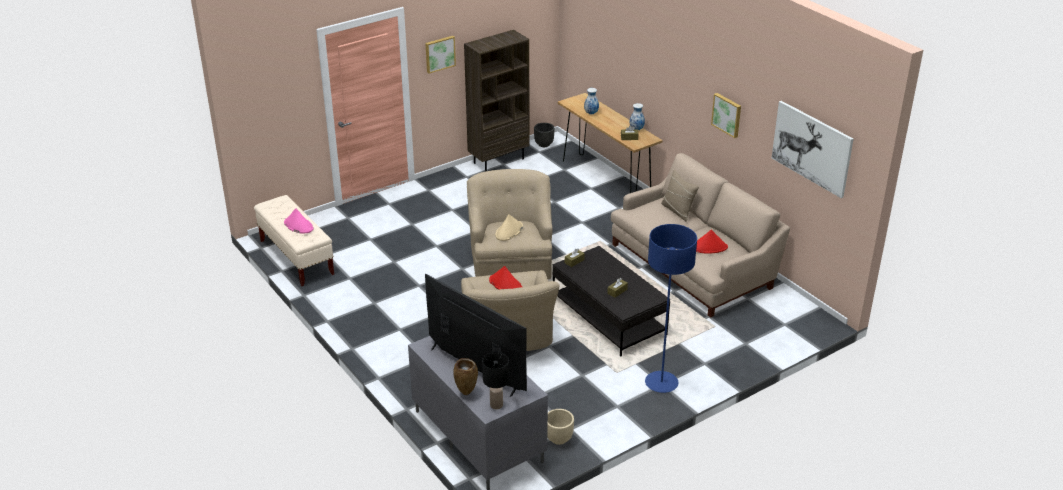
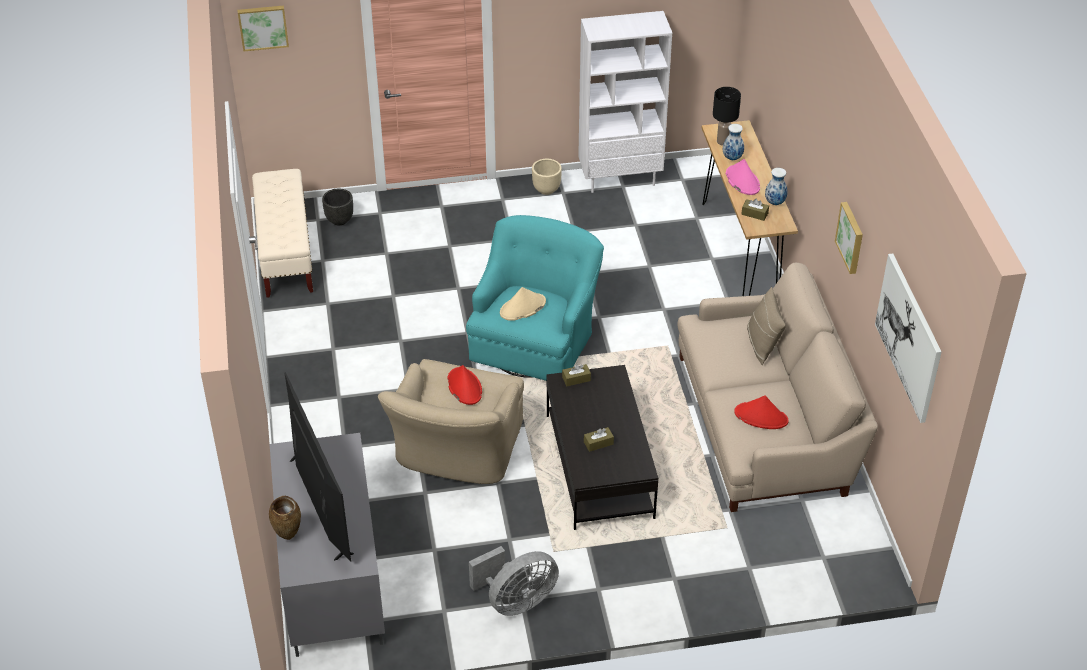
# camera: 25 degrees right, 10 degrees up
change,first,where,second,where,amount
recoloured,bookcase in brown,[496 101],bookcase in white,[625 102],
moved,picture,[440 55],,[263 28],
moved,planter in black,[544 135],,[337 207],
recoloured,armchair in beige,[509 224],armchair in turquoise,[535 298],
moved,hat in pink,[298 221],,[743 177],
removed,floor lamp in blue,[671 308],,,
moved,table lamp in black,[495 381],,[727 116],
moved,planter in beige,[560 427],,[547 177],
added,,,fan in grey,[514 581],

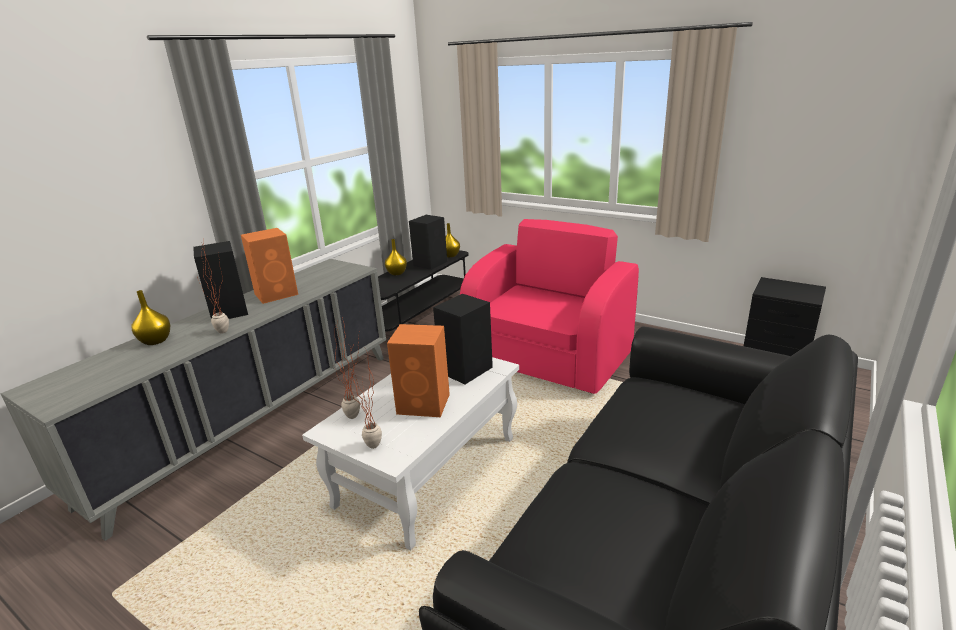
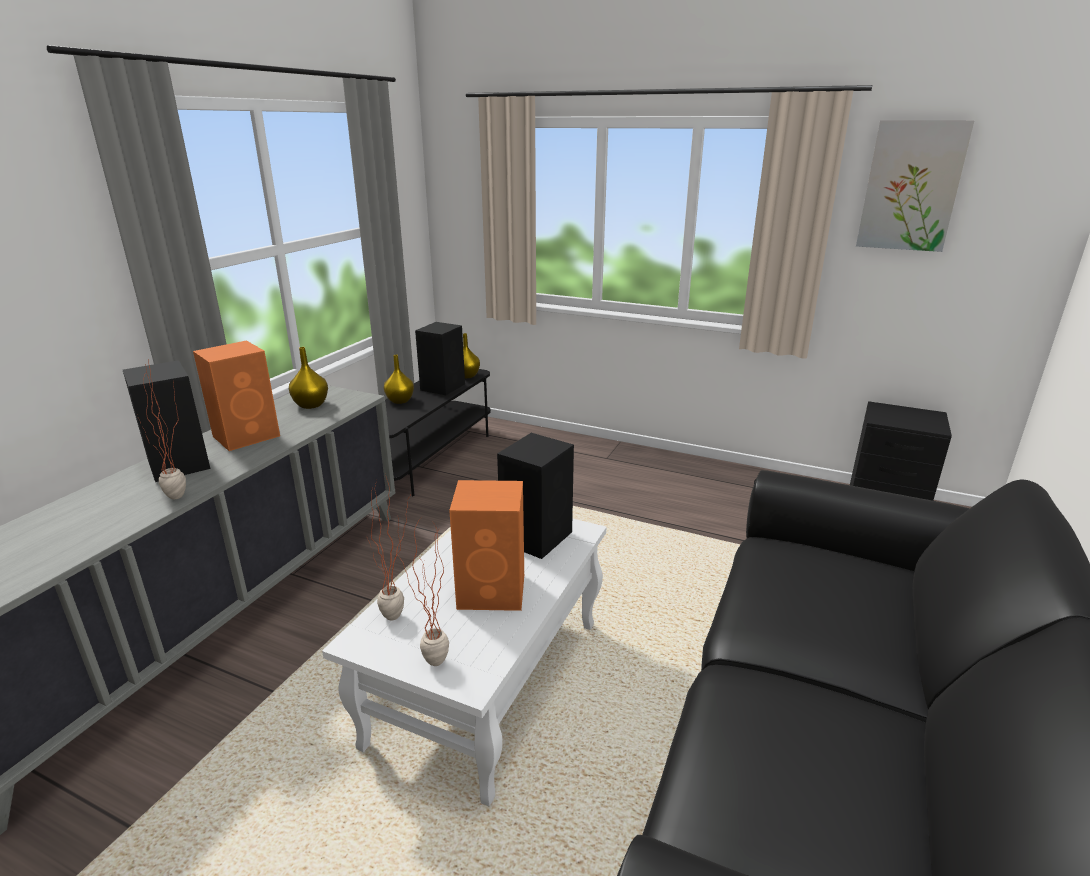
# camera: 10 degrees left, 0 degrees up
change,first,where,second,where,amount
removed,armchair in pink,[549 306],,,
moved,vase in yellow,[150 317],,[308 378],
added,,,picture,[915 186],

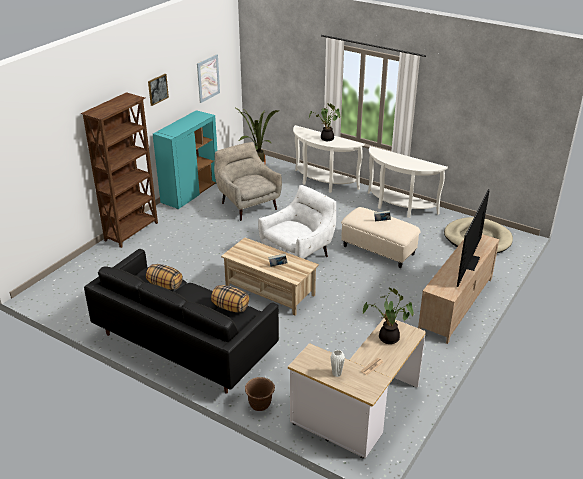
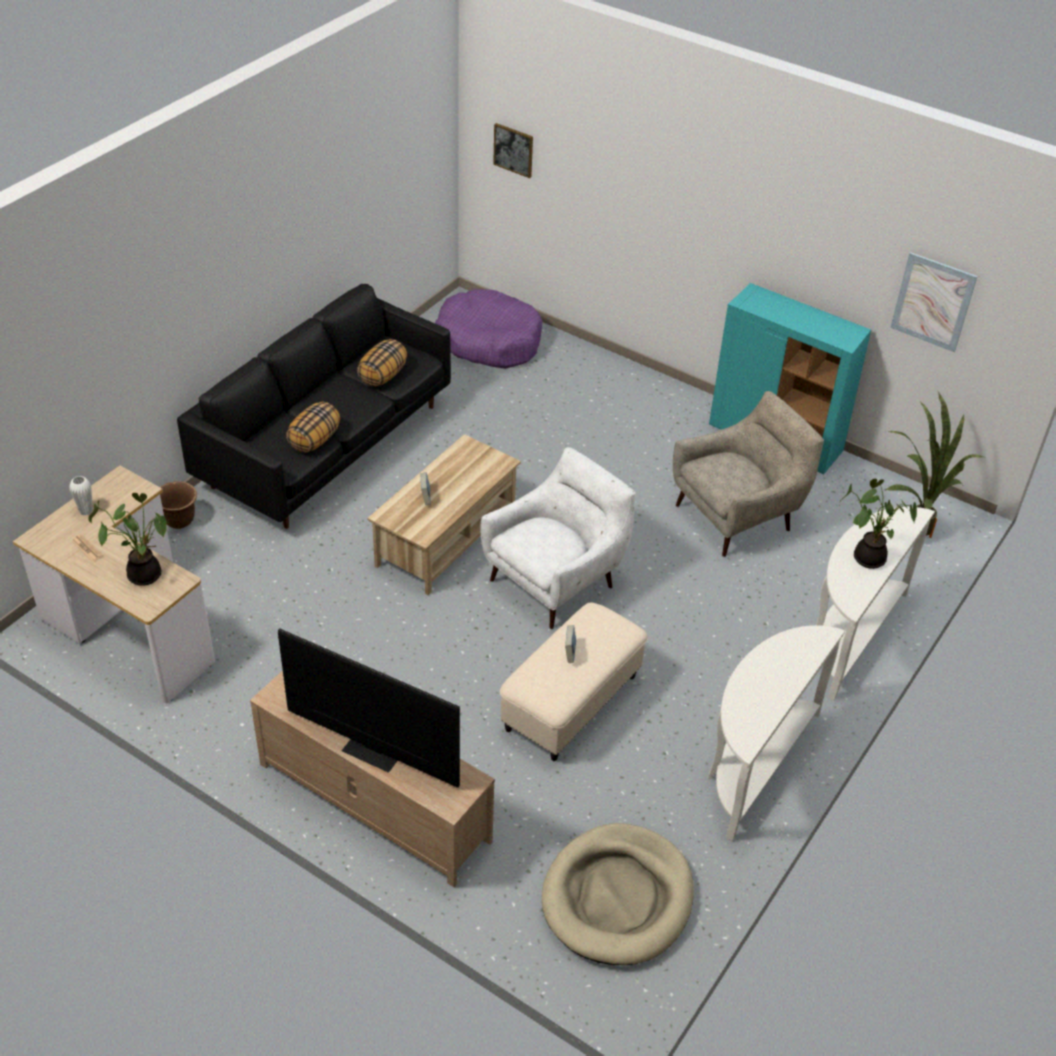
# camera: 90 degrees right, 10 degrees up
change,first,where,second,where,amount
moved,picture,[158 90],,[513 150],
removed,bookcase in brown,[119 170],,,
turned,armchair in white,[297 222],,[557 538],90 degrees counterclockwise
added,,,dog bed in purple,[489 329],

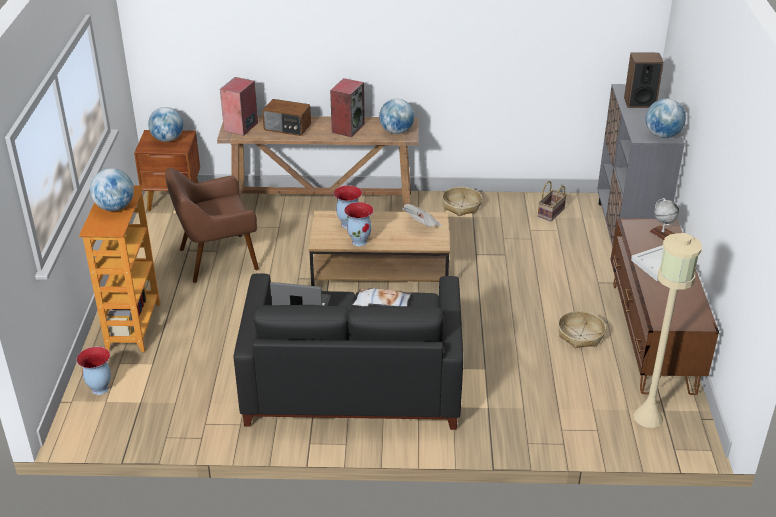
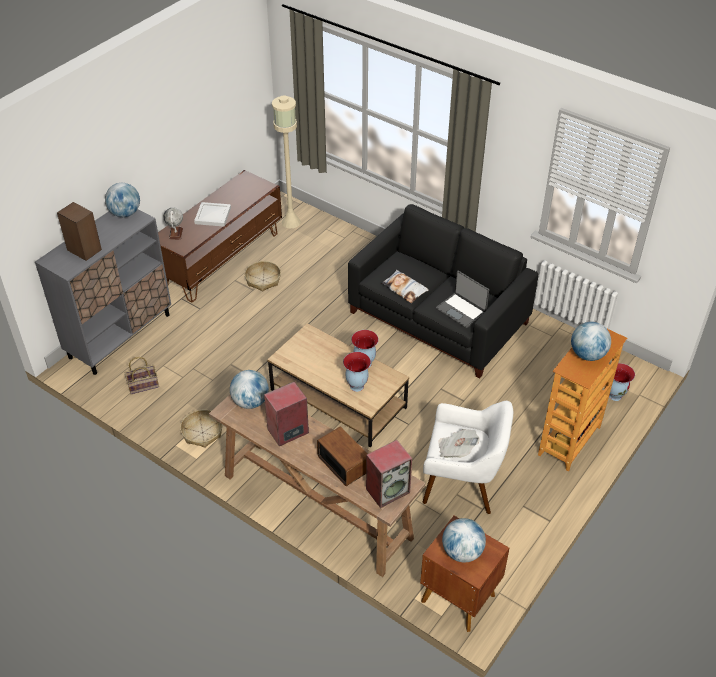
# camera: 145 degrees left, 10 degrees up
change,first,where,second,where,amount
recoloured,armchair in brown,[212 225],armchair in white,[467 457],
moved,newspaper,[422 215],,[459 443],

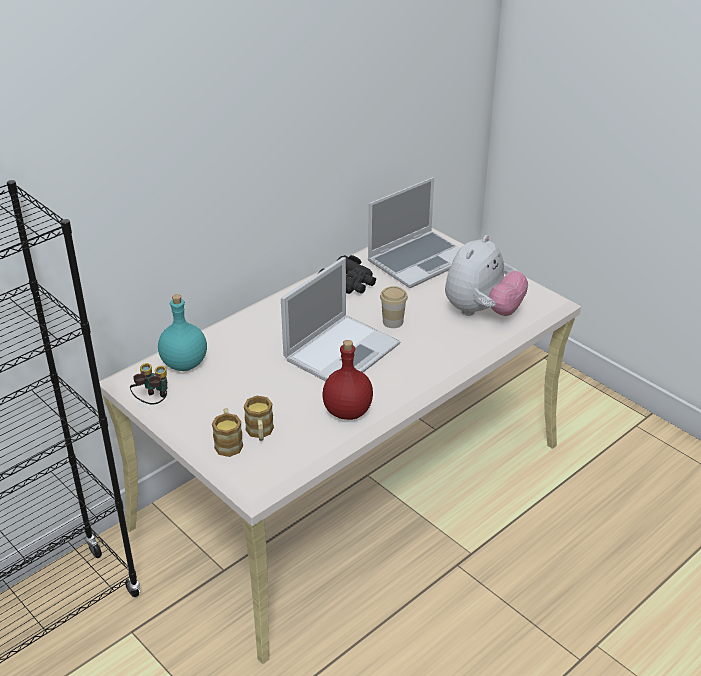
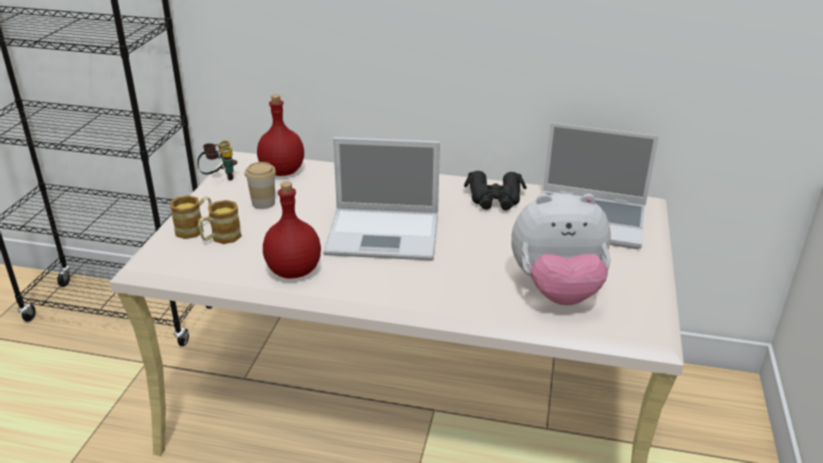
# camera: 55 degrees right, 5 degrees down
change,first,where,second,where,amount
moved,cup,[394 307],,[260 185],
recoloured,bottle in turquoise,[182 332],bottle in red,[280 135],

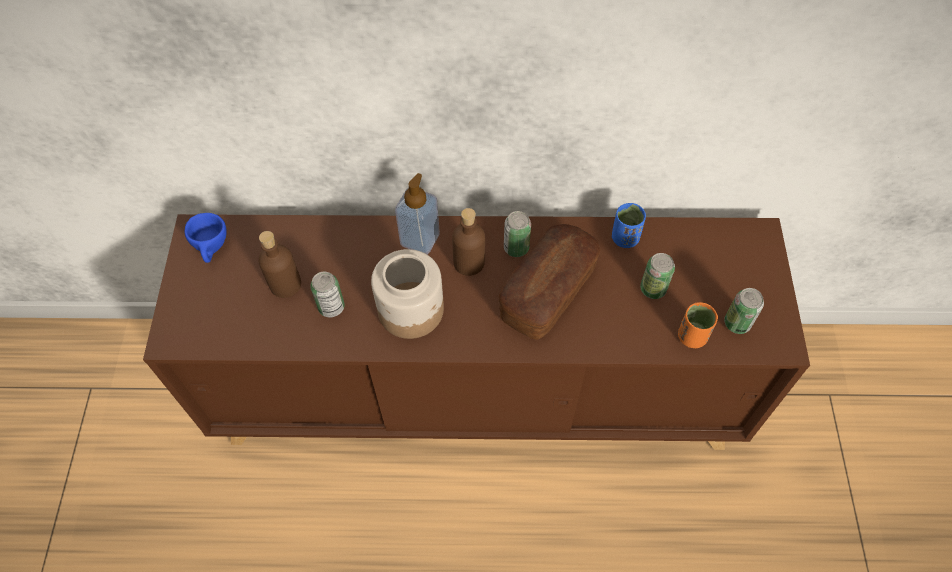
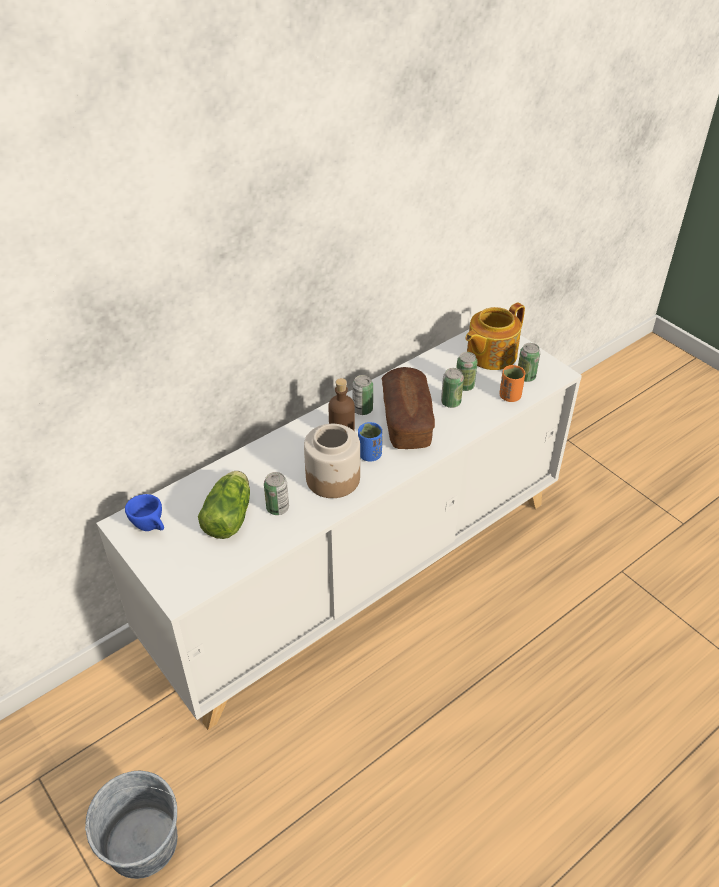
# camera: 40 degrees left, 15 degrees down
change,first,where,second,where,amount
removed,soap dispenser,[417 213],,,
moved,cup in blue,[629 225],,[370 442],
recoloured,cabinet in brown,[476 332],cabinet in white,[339 529],
replaced,bottle in brown,[279 264],lettuce,[224 505],
added,,,teapot,[495 336],
added,,,can,[452 388],
added,,,bucket in grey,[131 825],

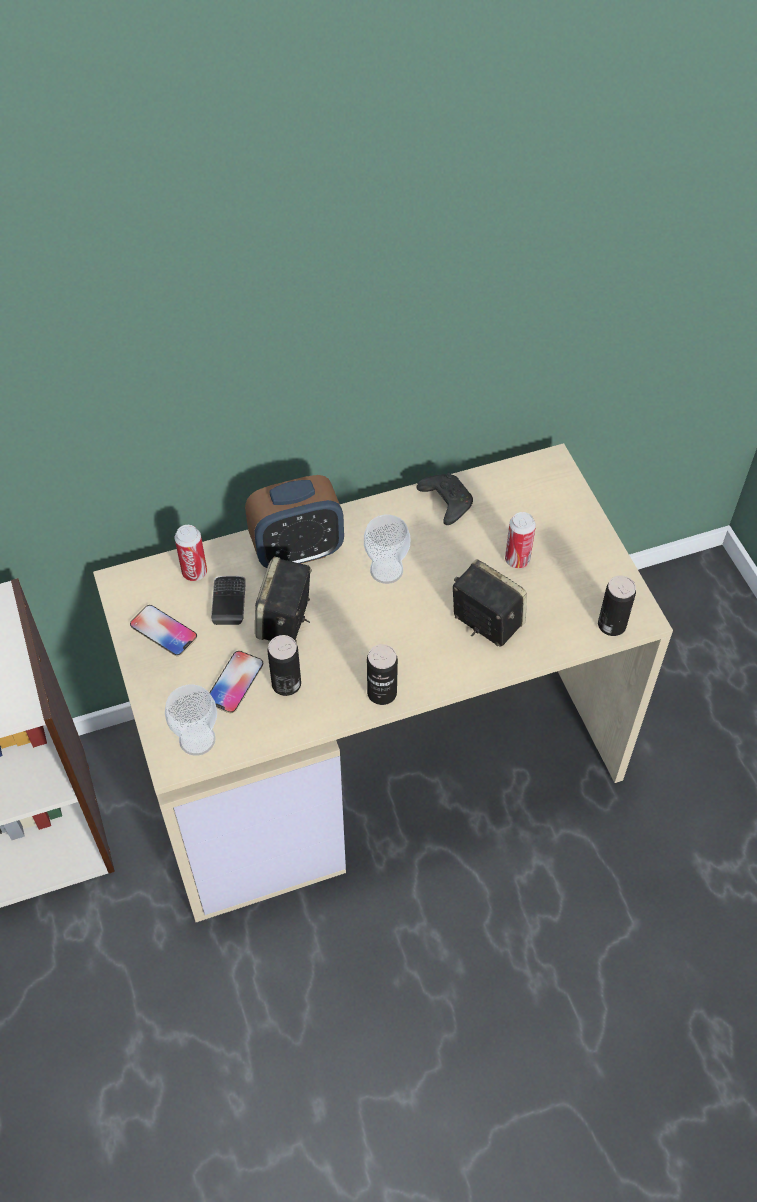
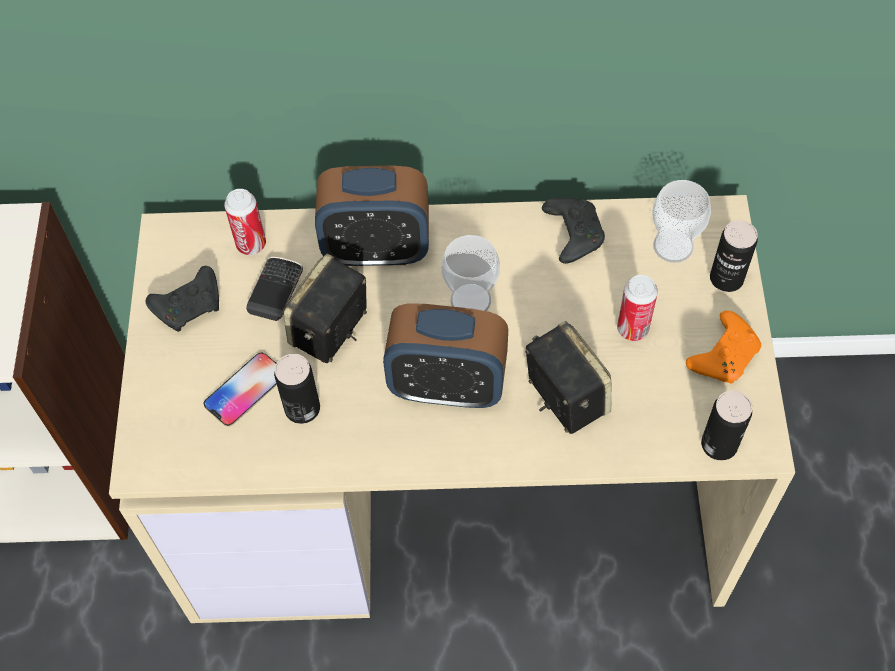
# camera: 20 degrees right, 5 degrees up
change,first,where,second,where,amount
replaced,phone,[163 630],game controller in black,[182 299],
moved,can,[382 674],,[734 256],
moved,cup,[191 720],,[681 221],
added,,,alarm clock,[445 355],
added,,,game controller in orange,[723 347],

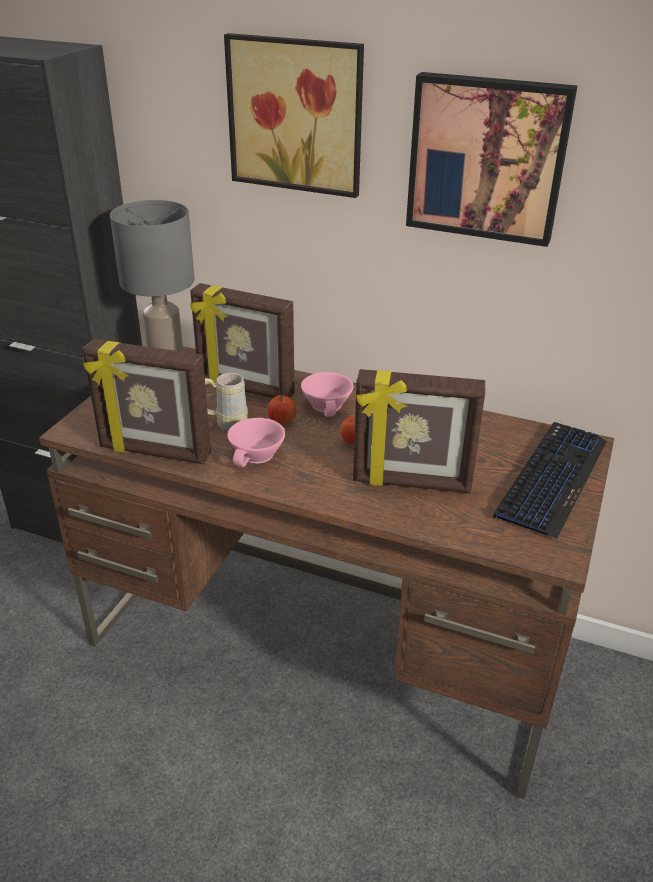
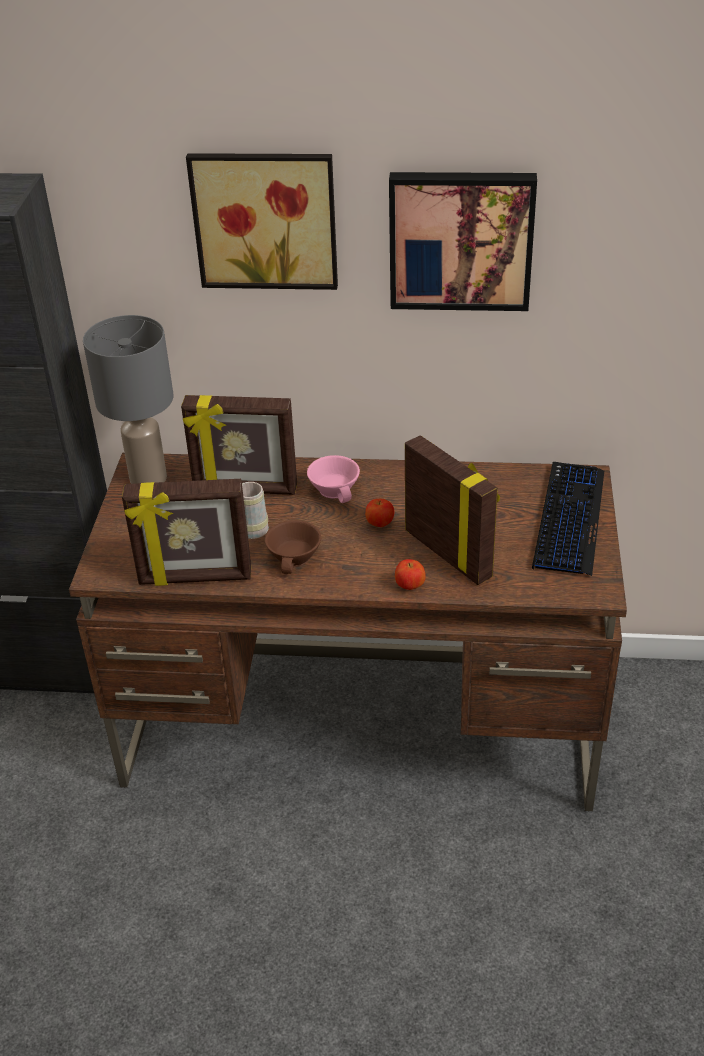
# camera: 15 degrees left, 5 degrees up
change,first,where,second,where,amount
turned,picture frame,[419 431],,[452 510],120 degrees counterclockwise
moved,apple,[282 409],,[410 574],
recoloured,cup in pink,[256 442],cup in brown,[293 547],

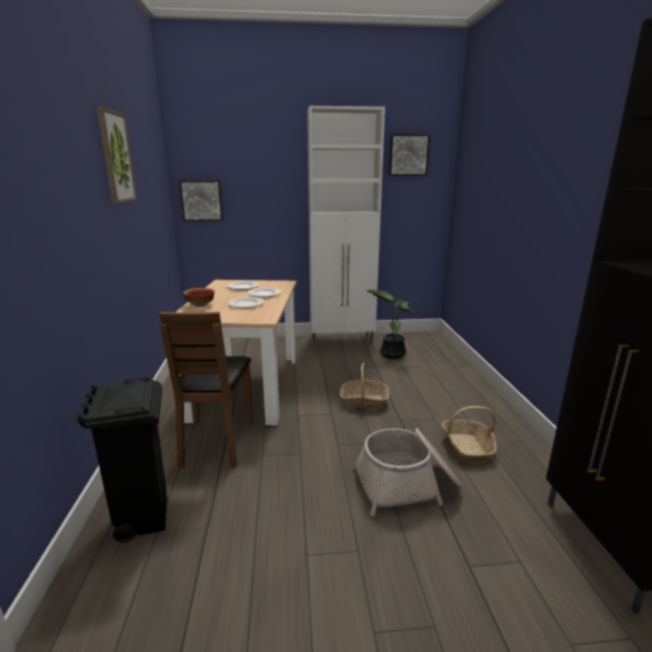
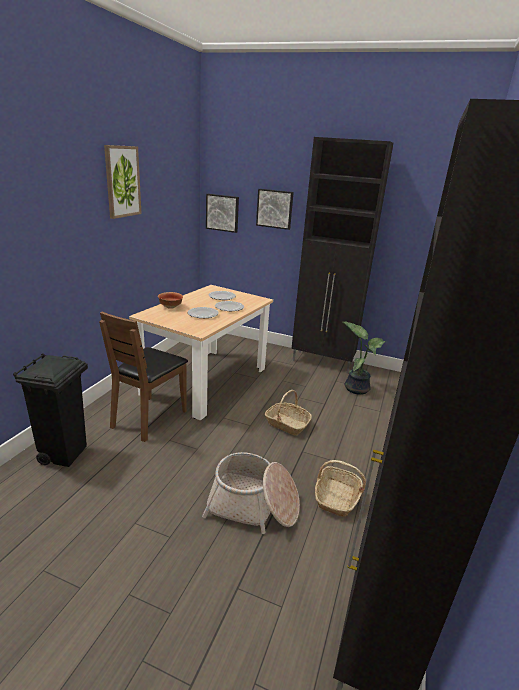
# camera: 25 degrees right, 5 degrees up
change,first,where,second,where,amount
recoloured,cabinet in white,[346 226],cabinet in black,[342 255],
moved,picture,[409 155],,[275 209],

